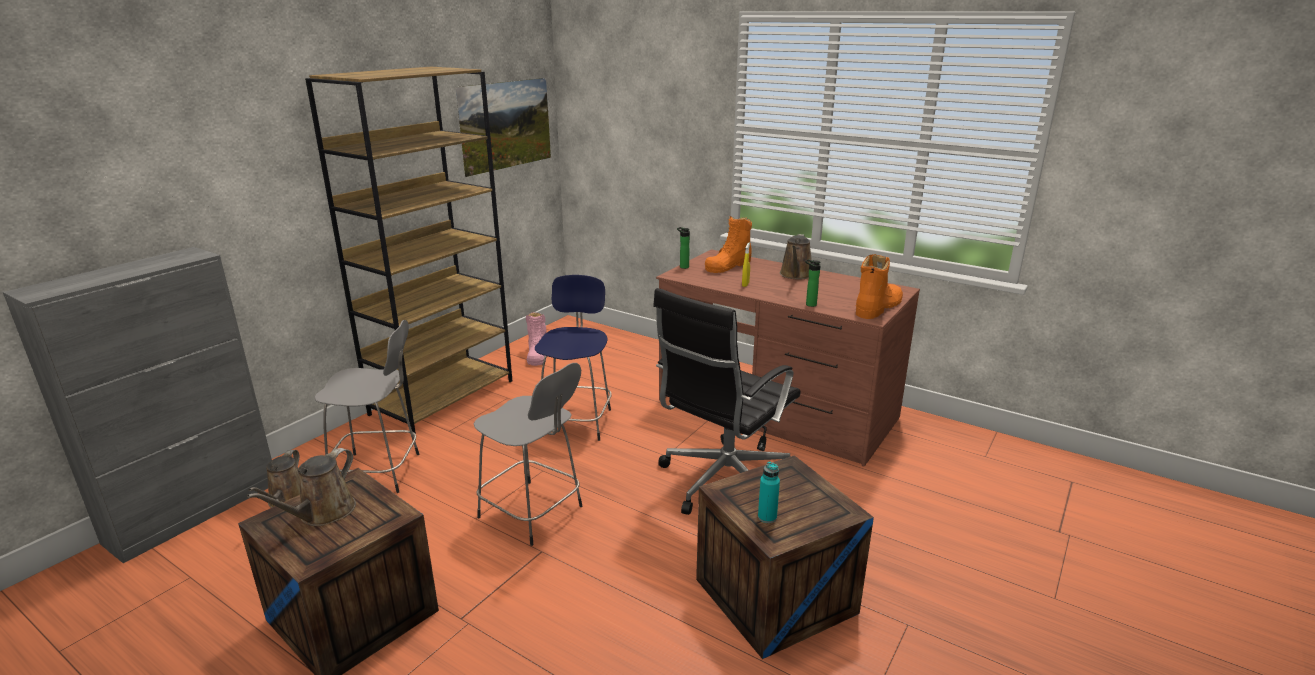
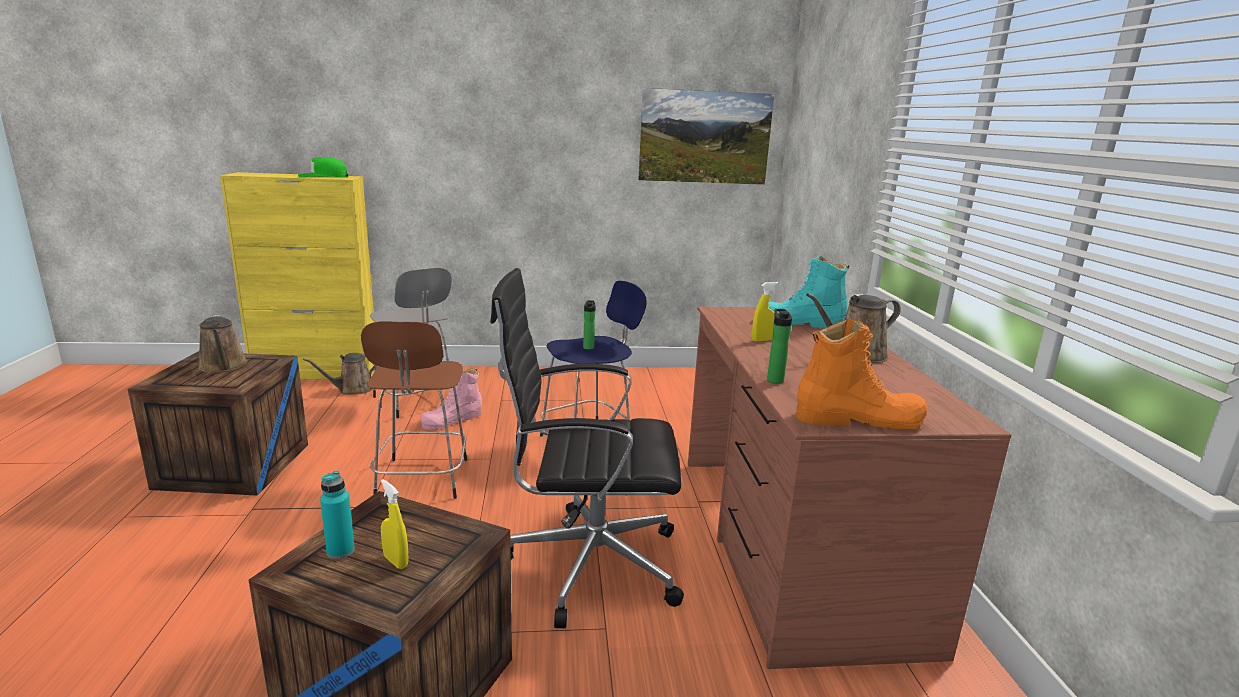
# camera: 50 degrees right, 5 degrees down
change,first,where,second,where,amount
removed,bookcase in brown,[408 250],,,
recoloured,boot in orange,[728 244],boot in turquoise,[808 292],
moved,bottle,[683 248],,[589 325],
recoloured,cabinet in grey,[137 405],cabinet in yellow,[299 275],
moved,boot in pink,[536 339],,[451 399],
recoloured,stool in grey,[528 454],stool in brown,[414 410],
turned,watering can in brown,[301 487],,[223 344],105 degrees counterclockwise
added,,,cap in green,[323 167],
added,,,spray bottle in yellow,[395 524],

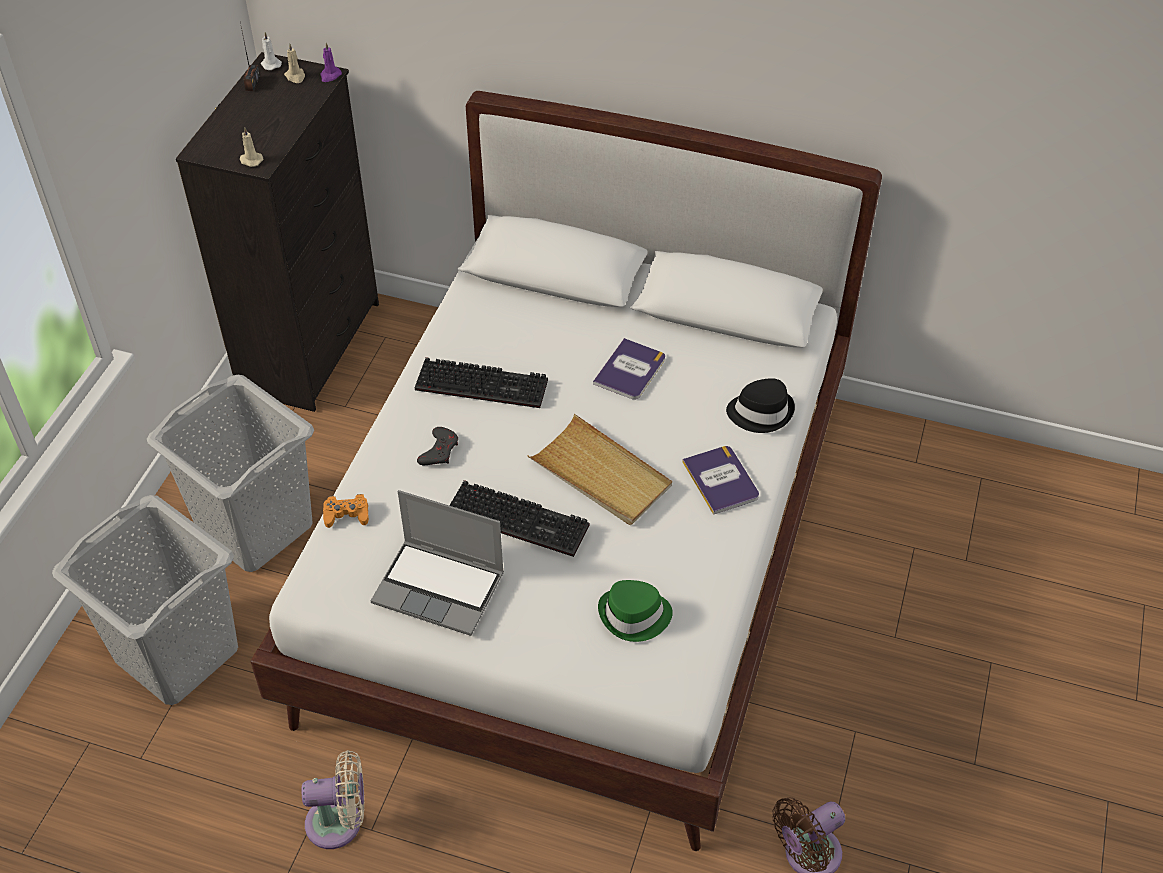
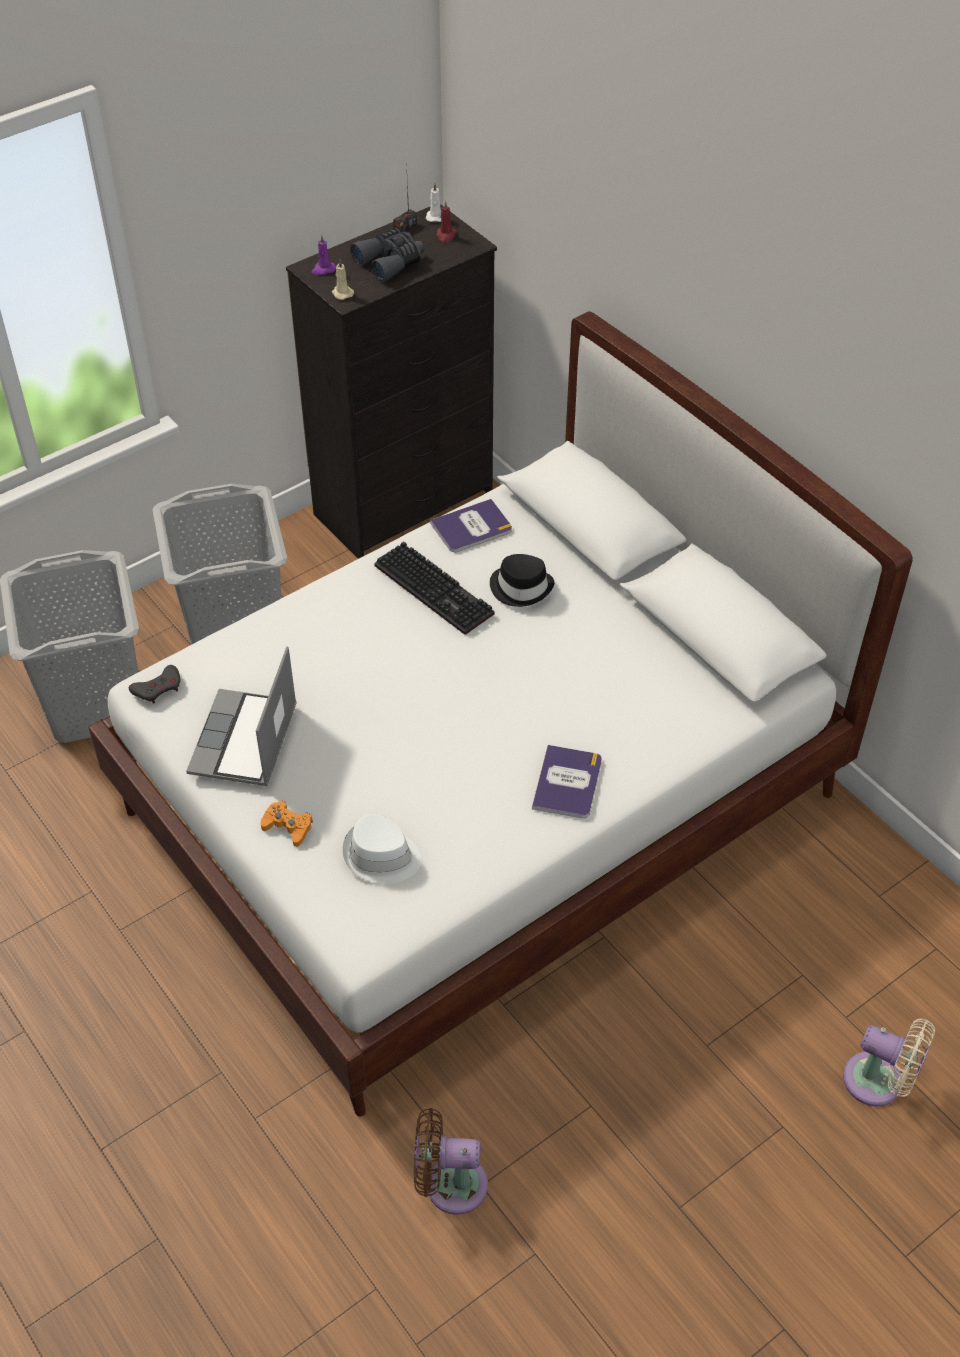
# camera: 35 degrees right, 0 degrees up
change,first,where,second,where,amount
recoloured,candle in beige,[294 63],candle in red,[446 222],
moved,candle in purple,[331 62],,[324 255],
moved,book,[629 369],,[471 525],
moved,hat in black,[760 405],,[522 580],
removed,tray in beige,[599 469],,,
moved,game controller in grey,[437 446],,[154 684],
removed,keyboard,[519 518],,,
turned,laptop,[437 563],,[241 716],45 degrees clockwise
moved,game controller in orange,[346 511],,[286 823],
recoloured,hat in green,[635 611],hat in white,[382 849],
moved,fan in beige,[332 799],,[889 1062],
added,,,binoculars in grey,[387 255],

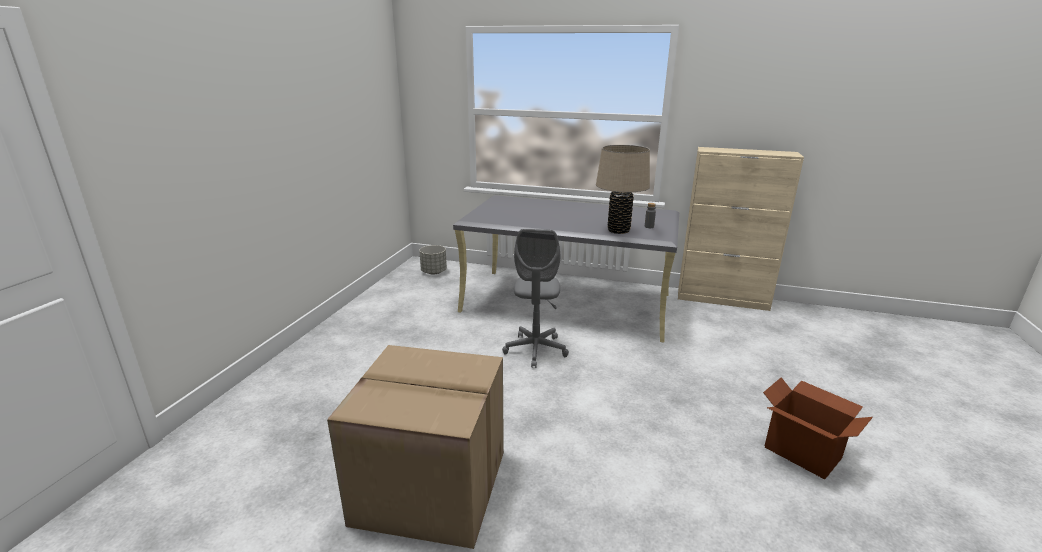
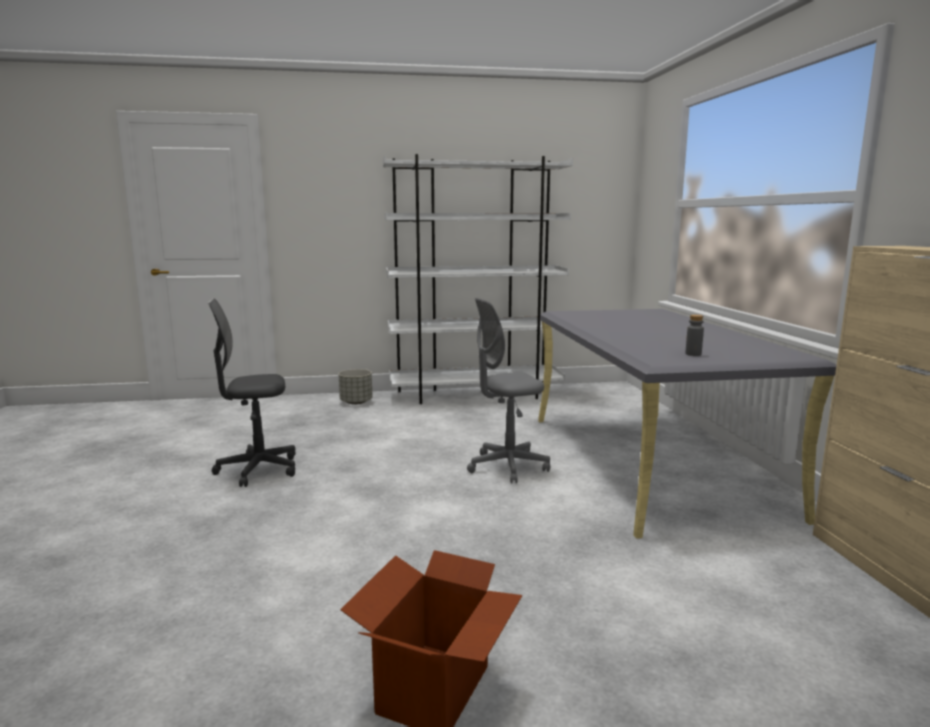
# camera: 65 degrees right, 10 degrees down
change,first,where,second,where,amount
removed,table lamp in beige,[623 189],,,
moved,planter in grey,[433 259],,[355 387],
replaced,cardboard box,[415 447],office chair in grey,[251 392],
added,,,bookcase in white,[478 279],

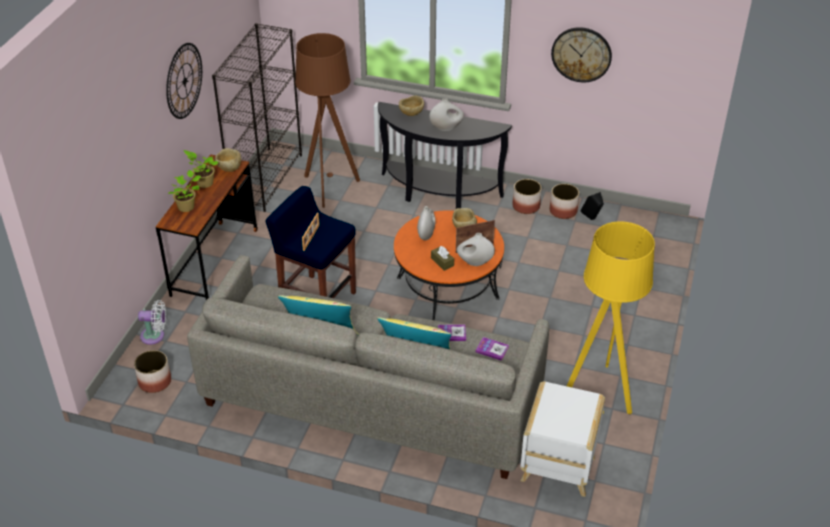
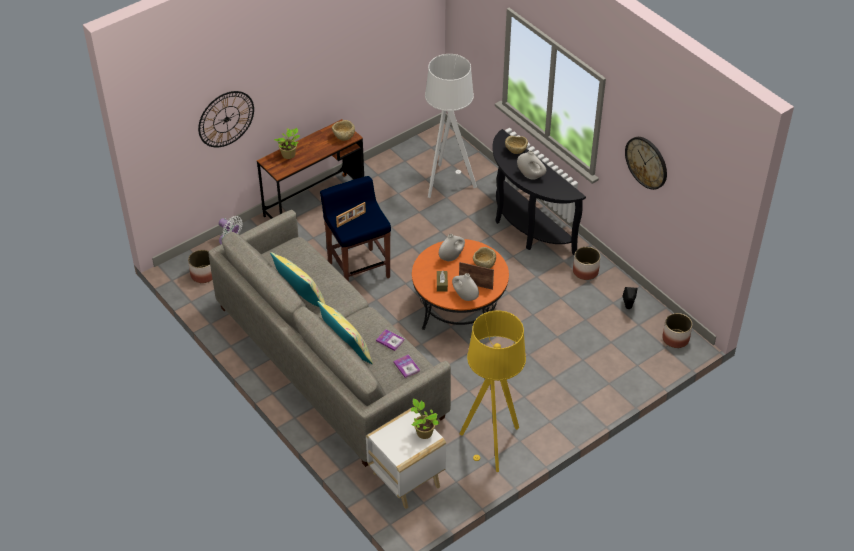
# camera: 35 degrees right, 5 degrees up
change,first,where,second,where,amount
removed,bookcase in black,[257 117],,,
recoloured,floor lamp in brown,[327 120],floor lamp in white,[451 126],
moved,wall clock,[184 81],,[226 119],
moved,potted plant,[201 169],,[425 419],
moved,planter,[564 201],,[677 330],

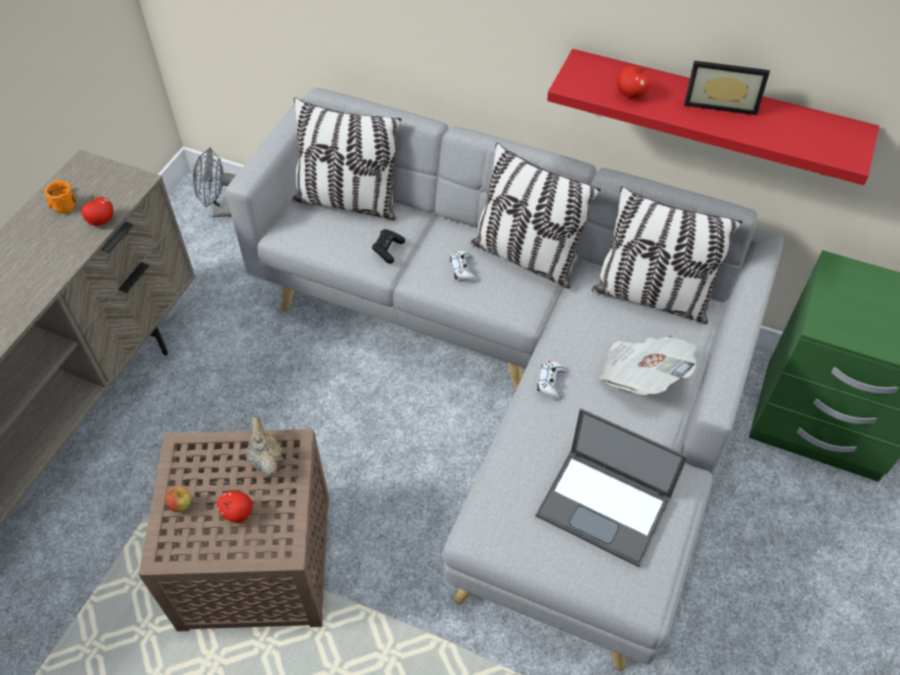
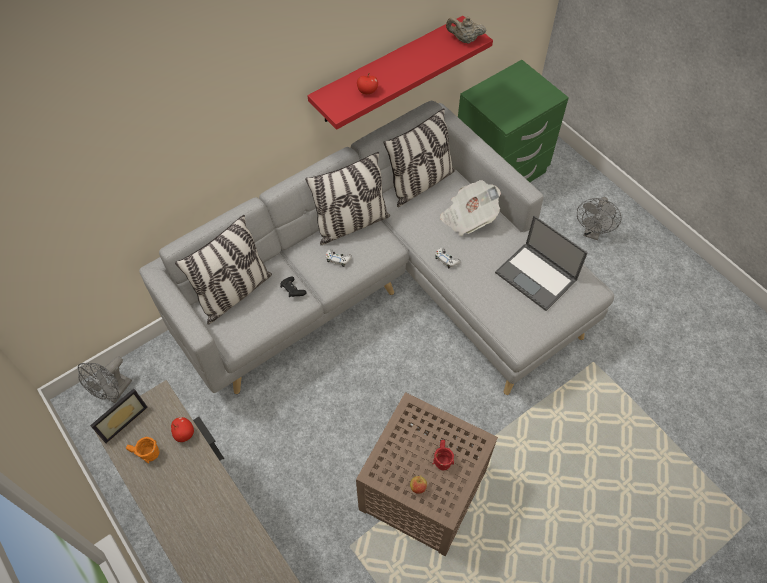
# camera: 60 degrees left, 5 degrees up
change,first,where,second,where,amount
moved,picture frame,[727 88],,[119 416],
turned,laptop,[612 487],,[541 263],75 degrees clockwise
moved,teapot in beige,[263 446],,[466 30],
replaced,apple,[234 507],mug in red,[443 455],
added,,,fan in grey,[599 218],

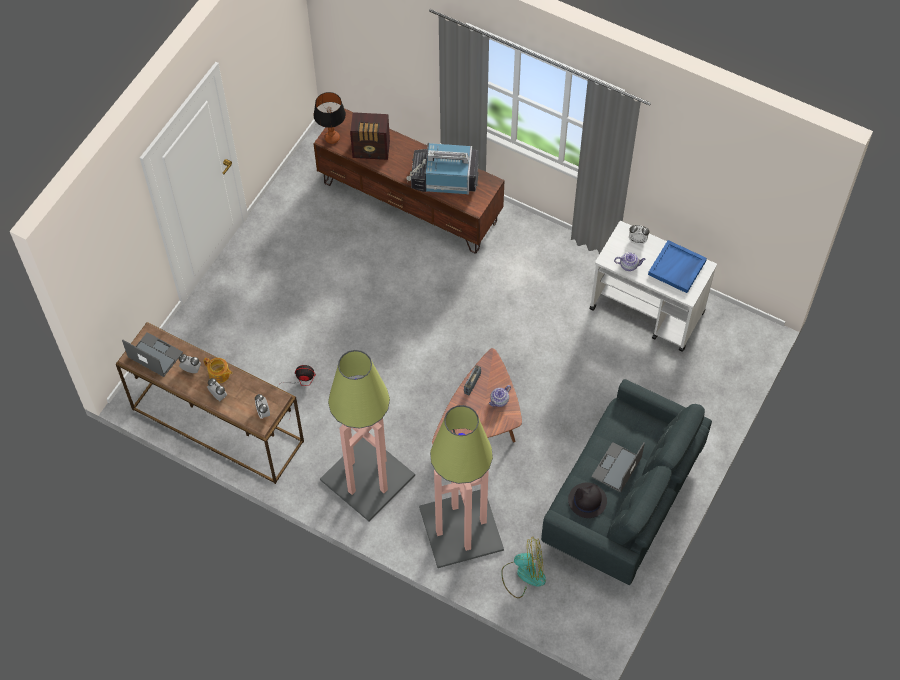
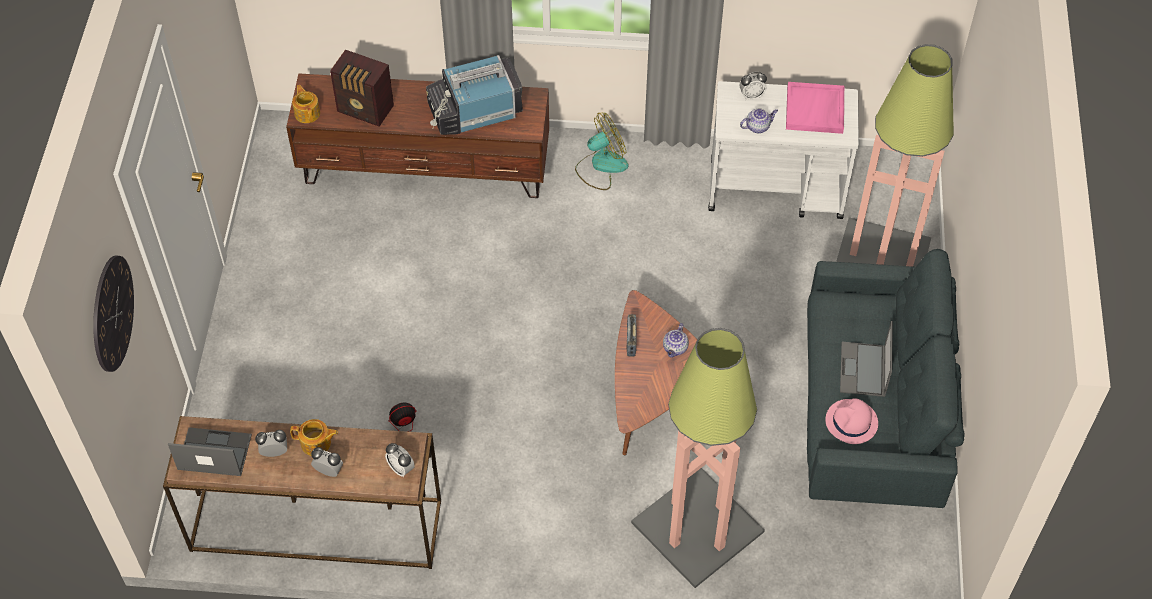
# camera: 25 degrees left, 5 degrees down
change,first,where,second,where,amount
replaced,table lamp,[330 118],teapot,[306 104],
turned,radio,[370 136],,[362 88],45 degrees clockwise
recoloured,tray in blue,[677 266],tray in pink,[815 108],
moved,floor lamp,[367 435],,[895 155],
recoloured,hat in black,[587 500],hat in pink,[851 421],
moved,fan,[523 567],,[601 151],
added,,,wall clock,[113 314],

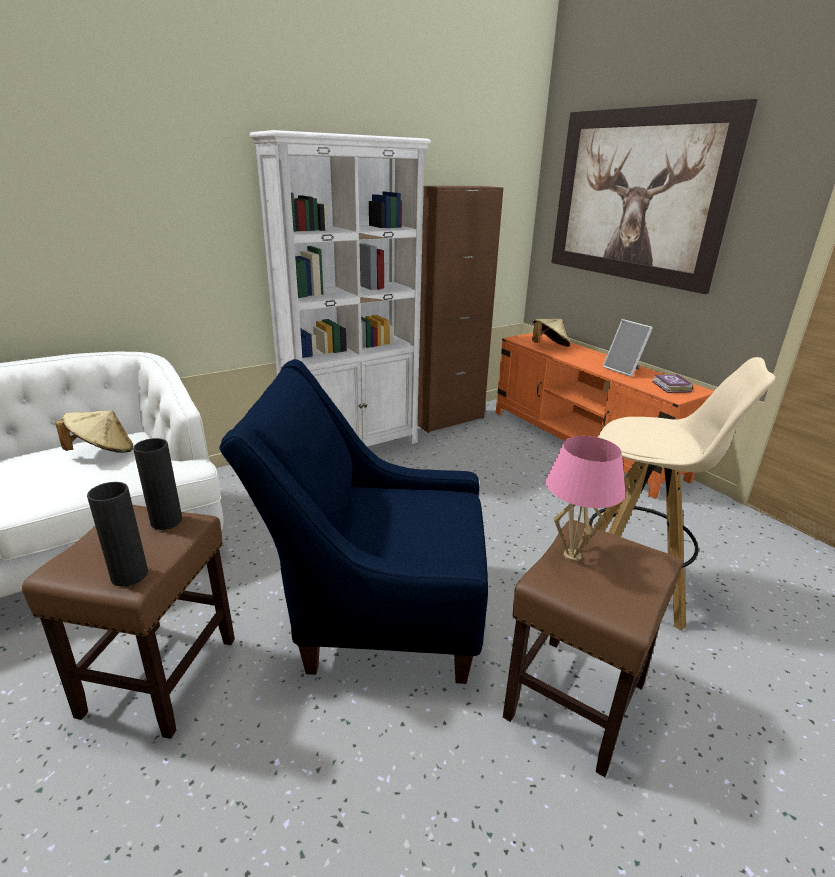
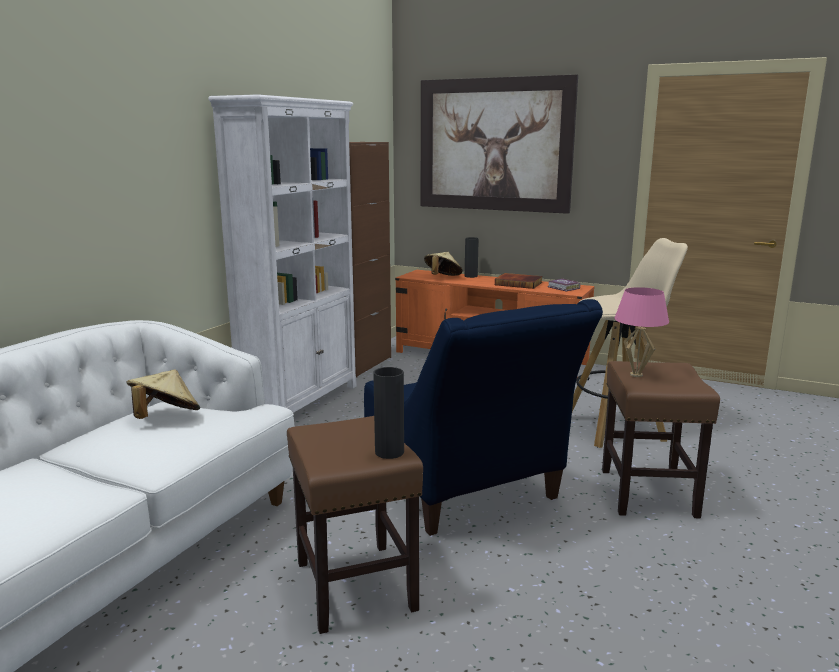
# camera: 30 degrees left, 10 degrees down
change,first,where,second,where,amount
replaced,picture frame,[628 348],book,[519 281],
turned,armchair in blue,[353 521],,[483 417],90 degrees counterclockwise
moved,vase in black,[157 484],,[472 257],

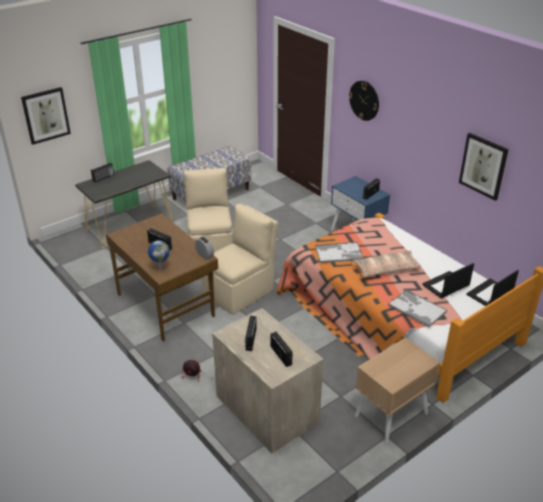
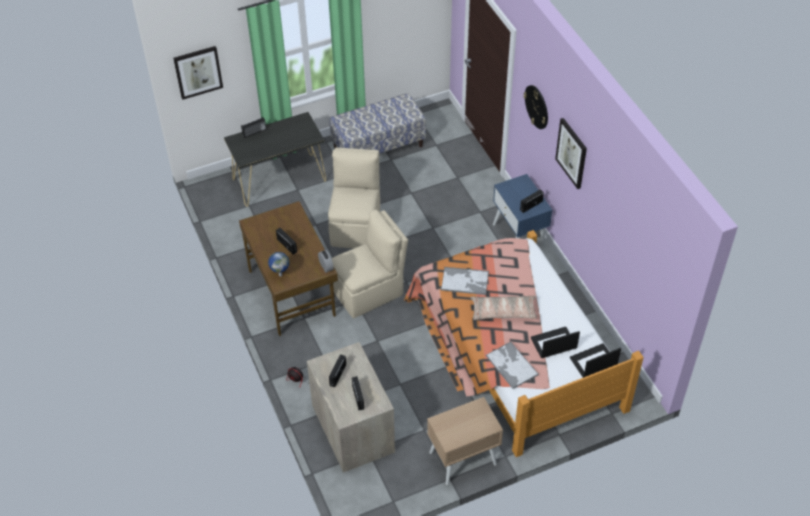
# camera: 15 degrees right, 15 degrees up
change,first,where,second,where,amount
moved,picture,[484 167],,[571 153],

